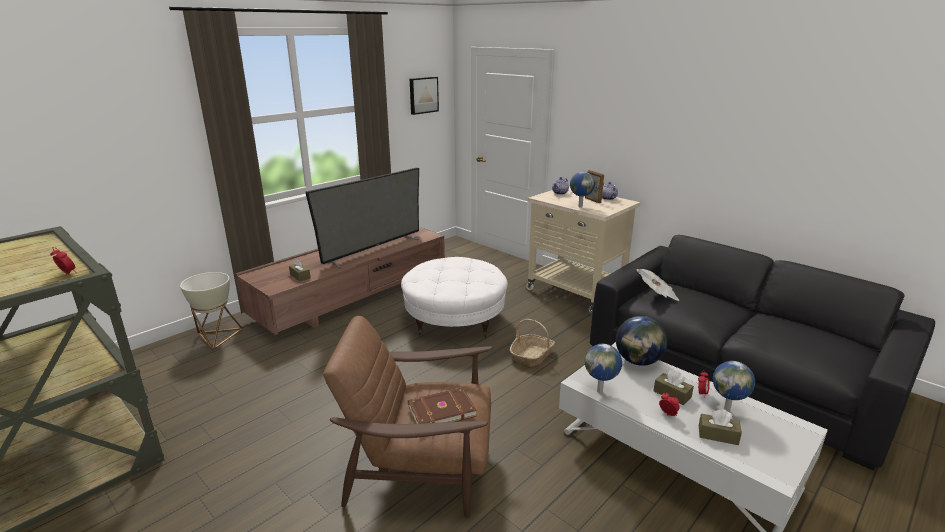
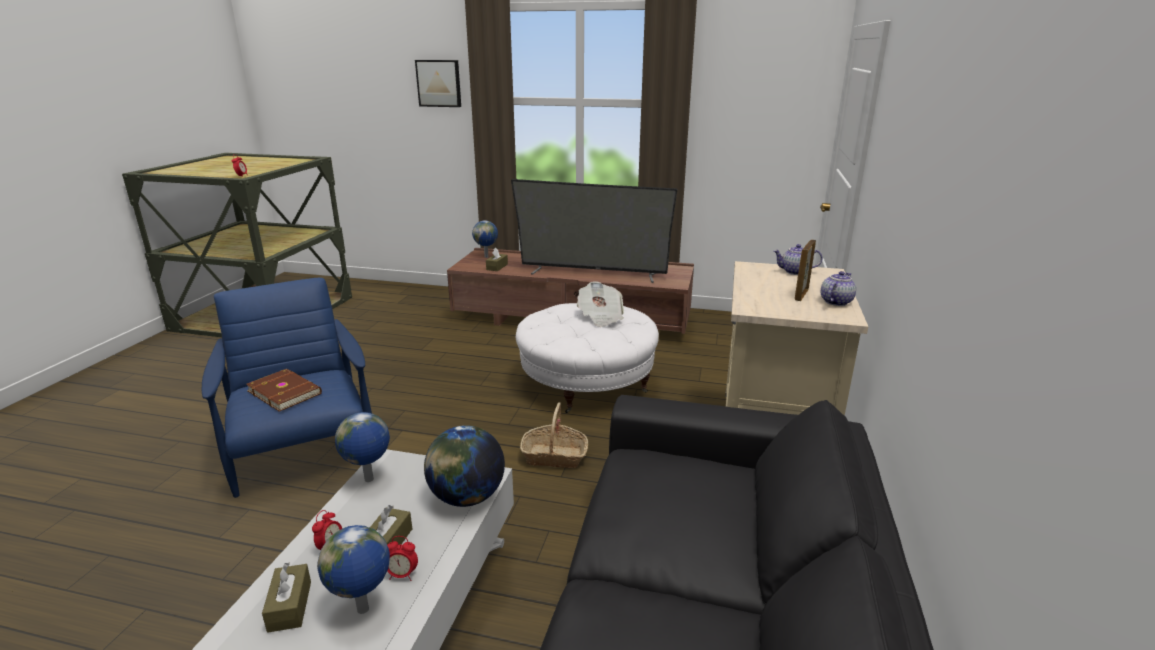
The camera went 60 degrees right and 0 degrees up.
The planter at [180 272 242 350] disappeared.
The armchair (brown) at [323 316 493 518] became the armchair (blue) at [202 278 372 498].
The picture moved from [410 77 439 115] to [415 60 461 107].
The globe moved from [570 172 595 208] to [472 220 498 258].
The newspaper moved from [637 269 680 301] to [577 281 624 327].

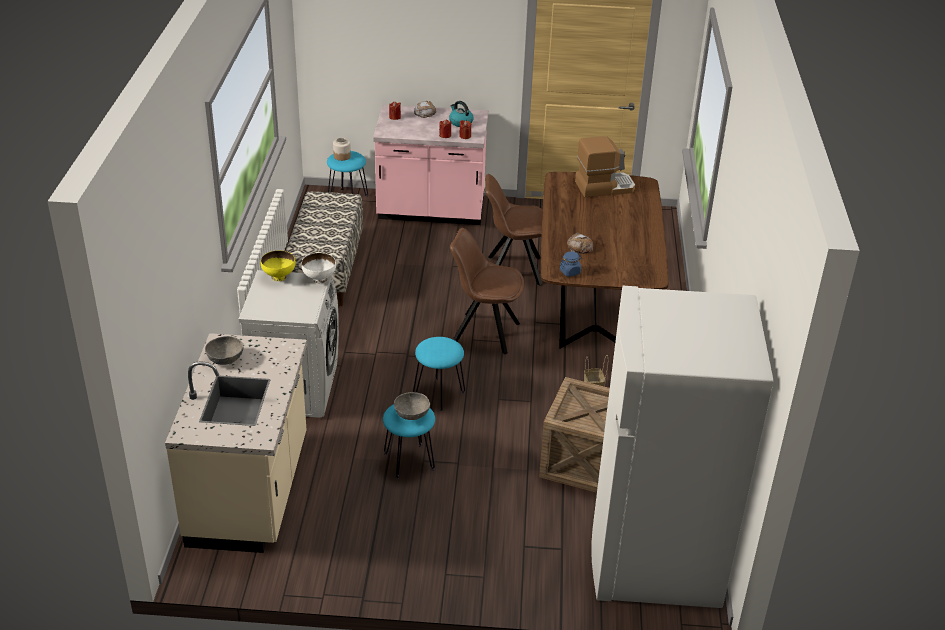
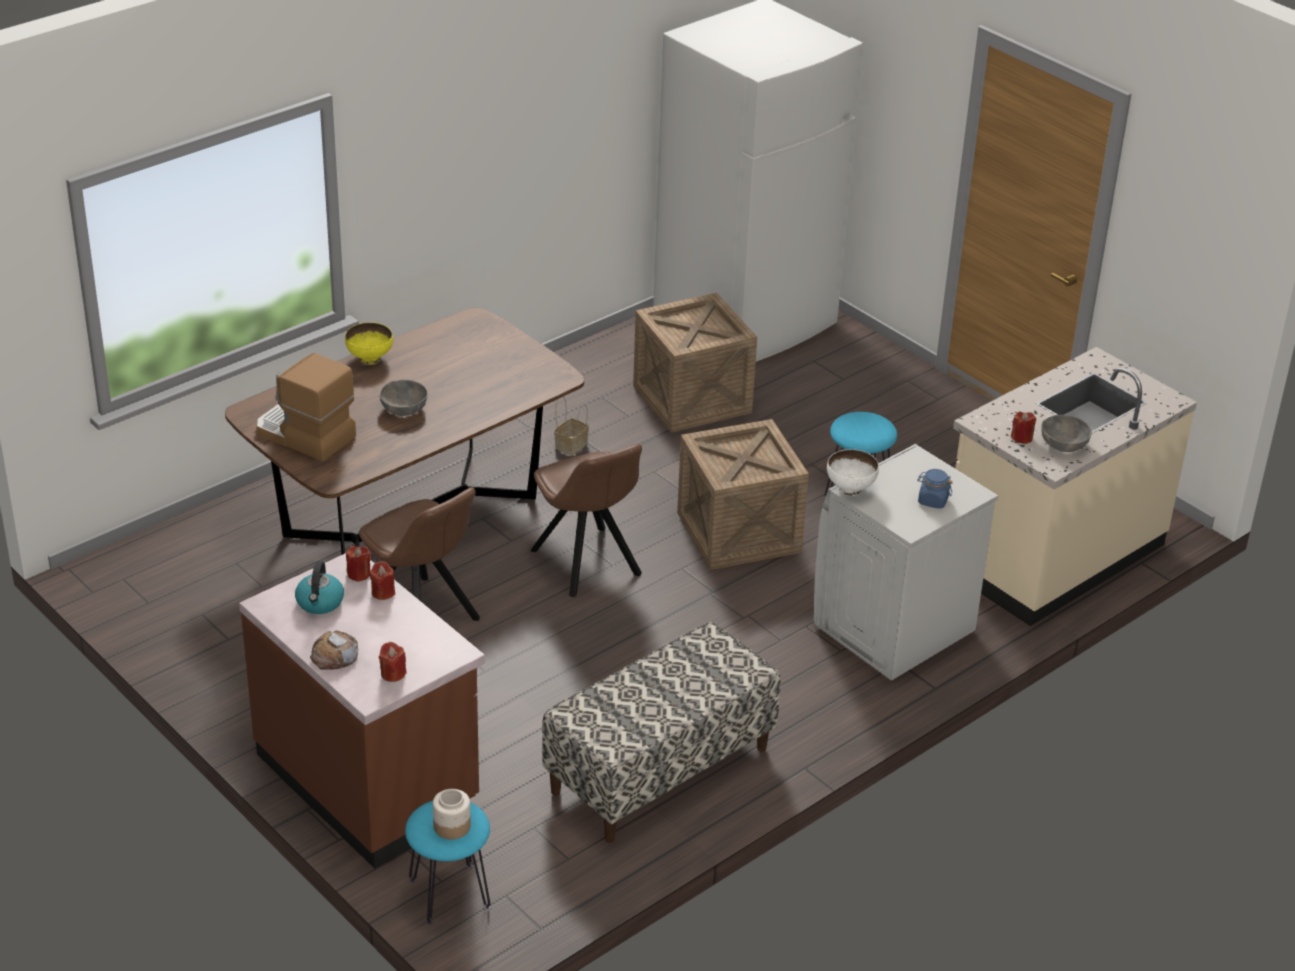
The camera went 135 degrees left and 0 degrees up.
The bowl (yellow) moved from [261 250 296 281] to [345 322 393 365].
The counter (pink) at [373 104 488 225] became the counter (brown) at [239 553 485 869].
The bowl (grey) moved from [394 392 430 420] to [379 380 428 416].
The stool (turquoise) at [413 337 465 411] was replaced by the crate at [677 419 809 570].
The jar (blue) moved from [560 251 582 277] to [917 469 952 509].
The bread at [567 233 593 254] disappeared.
The candle (red) at [1011 412 1036 444] appeared.

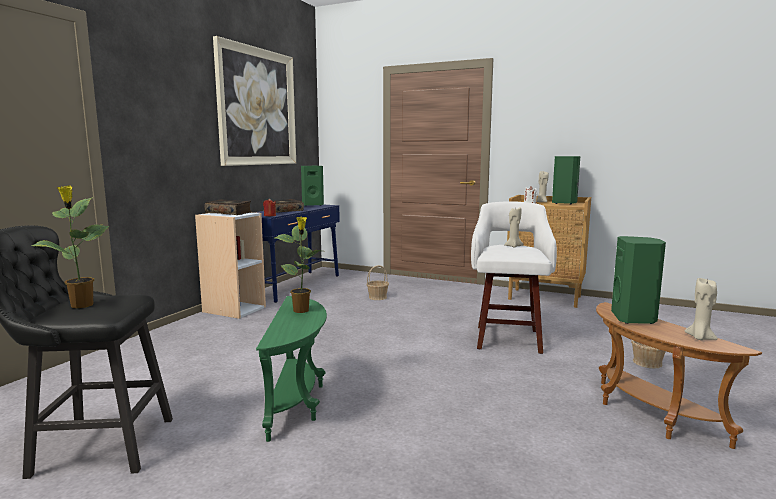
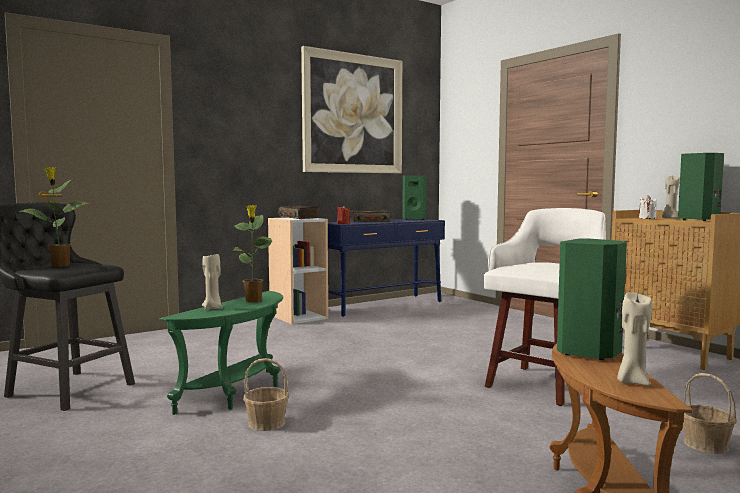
The camera went 30 degrees right and 5 degrees down.
The basket moved from [366 265 389 300] to [243 358 289 431].
The candle (beige) moved from [504 207 524 248] to [202 254 222 310].

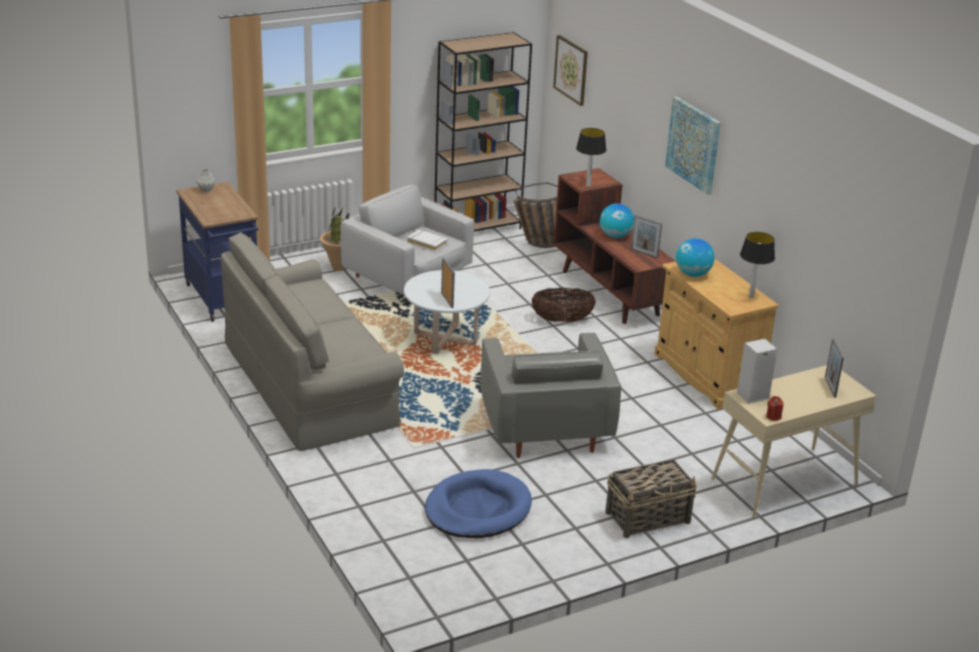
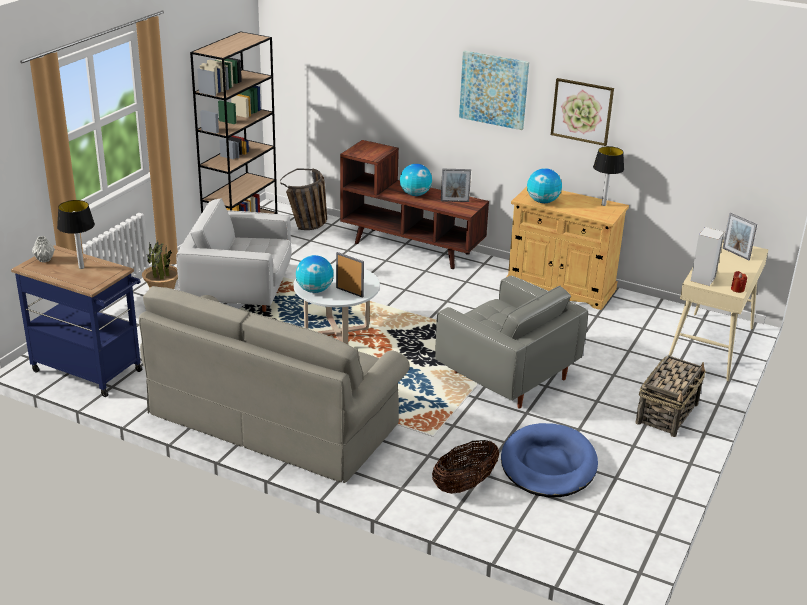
The camera went 35 degrees left and 0 degrees up.
The book (white) at [407 230 447 252] disappeared.
The basket moved from [531 287 596 322] to [432 440 499 494].
The picture moved from [553 35 588 106] to [551 78 614 146].
The table lamp moved from [576 128 606 187] to [57 200 95 269].
The globe at [296 255 334 293] appeared.

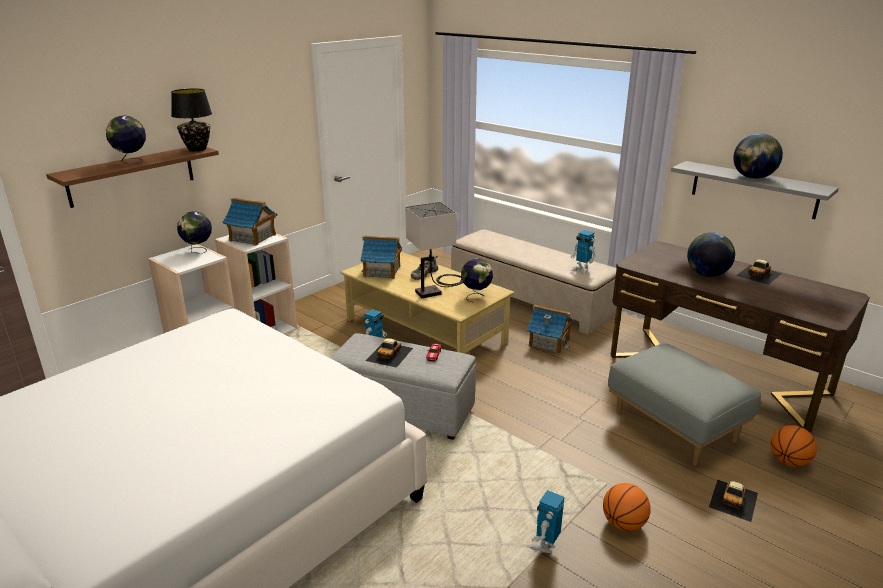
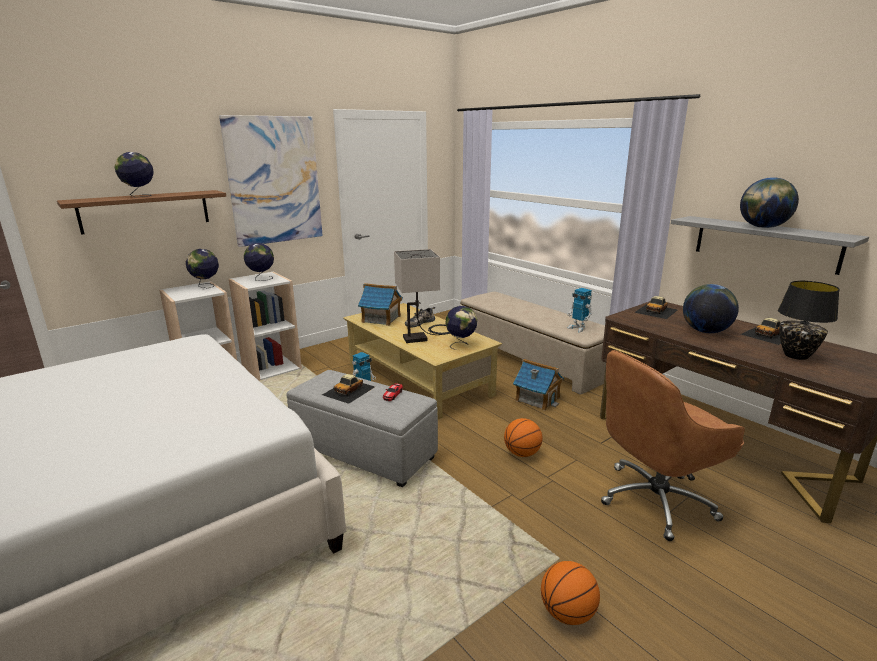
The camera went 10 degrees right and 5 degrees down.
The table lamp (black) moved from [171 89 212 152] to [778 281 840 360].
The toy house at [223 197 277 246] was replaced by the globe at [244 243 274 281].
The toy robot at [529 490 565 553] disappeared.
The ottoman (grey) at [608 343 761 466] was replaced by the office chair (brown) at [601 350 745 541].
The toy car moved from [709 480 758 522] to [634 296 678 319].
The basketball moved from [771 425 817 467] to [504 418 542 457].
The picture at [219 115 323 247] appeared.

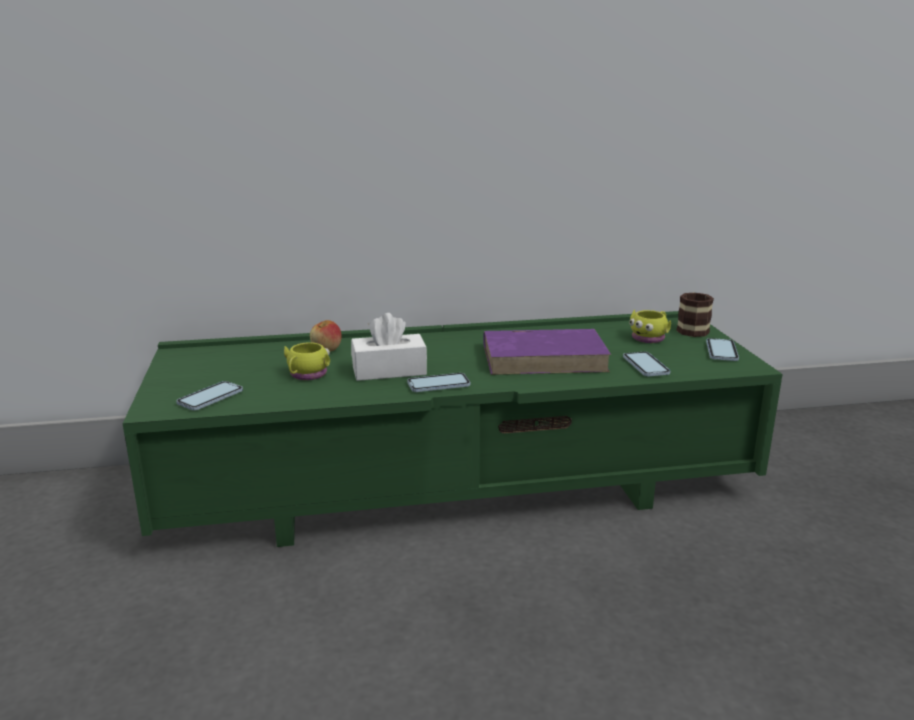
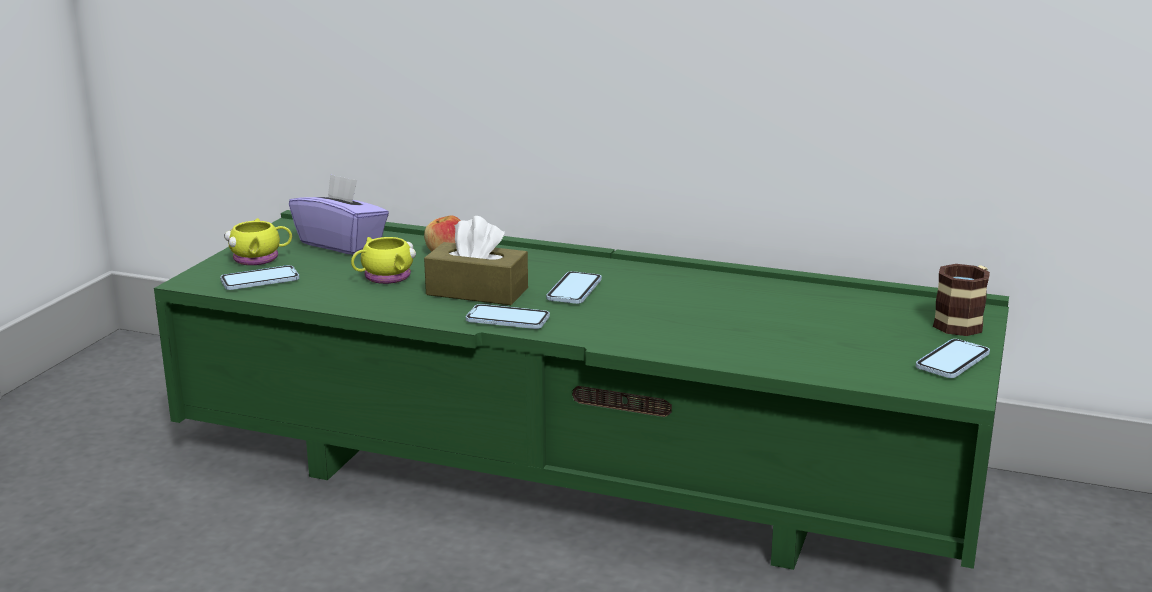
The camera went 30 degrees right and 0 degrees up.
The tissue box (white) at [351 313 427 381] became the tissue box (brown) at [424 216 528 305].
The book (purple) at [483 329 611 375] disappeared.
The phone moved from [623 352 671 377] to [546 271 602 304].
The mug (yellow) moved from [629 310 671 343] to [224 218 292 265].
The tissue box (purple) at [289 174 389 255] appeared.

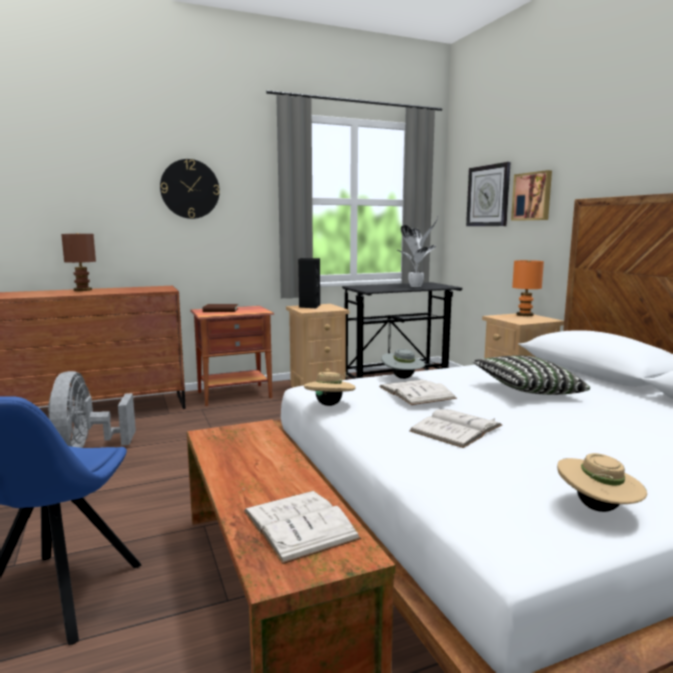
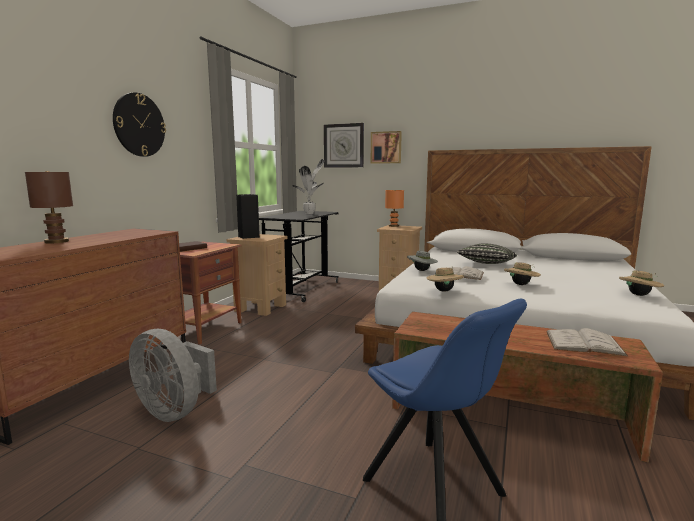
The camera went 45 degrees left and 0 degrees up.
The book (white) at [409 409 502 448] was replaced by the hat (beige) at [504 262 541 285].

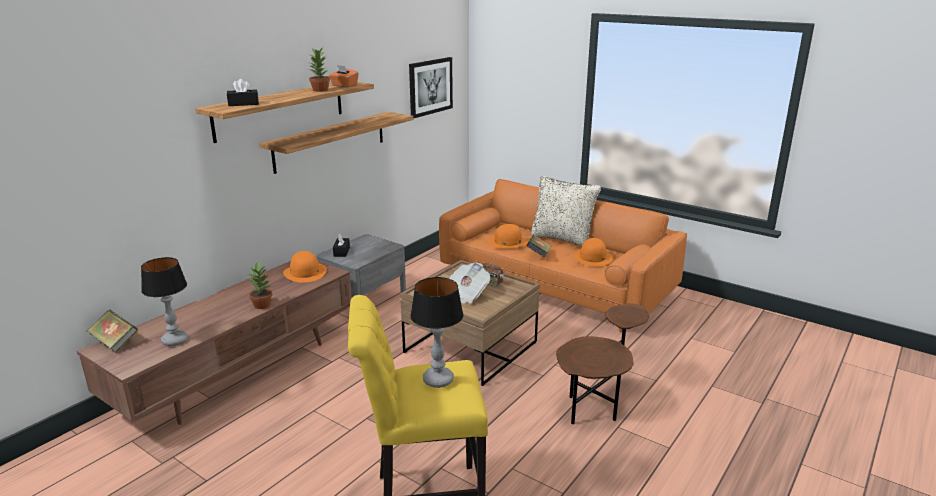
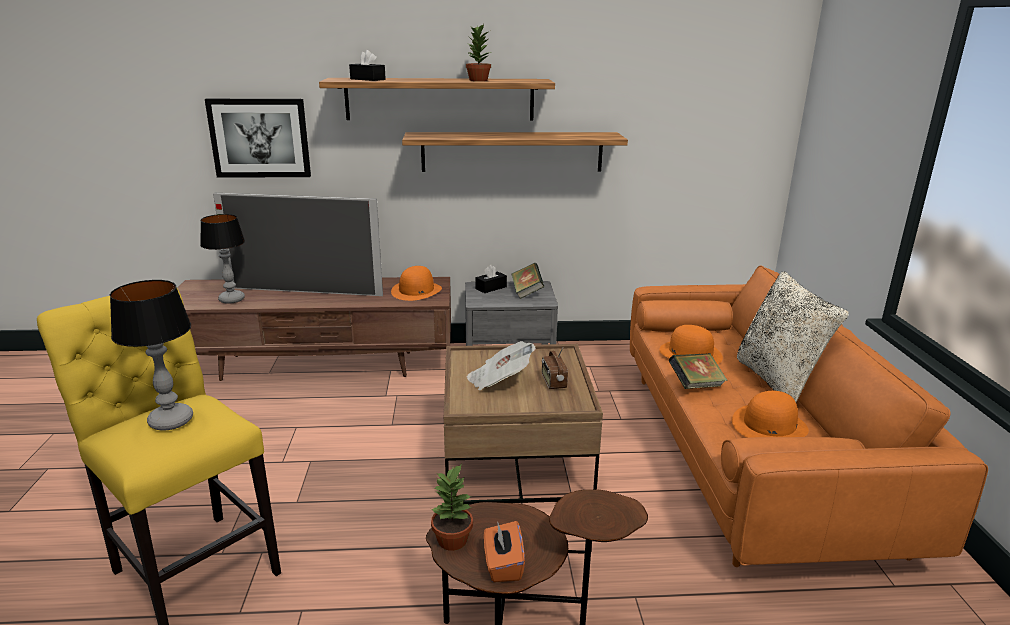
The camera went 50 degrees right and 0 degrees up.
The book moved from [87 310 138 353] to [512 263 544 299].
The potted plant moved from [248 262 272 309] to [431 465 473 551].
The tissue box (orange) moved from [329 65 359 88] to [484 521 525 582].
The picture moved from [409 57 453 118] to [205 99 311 178].
The television at [213 193 383 296] appeared.

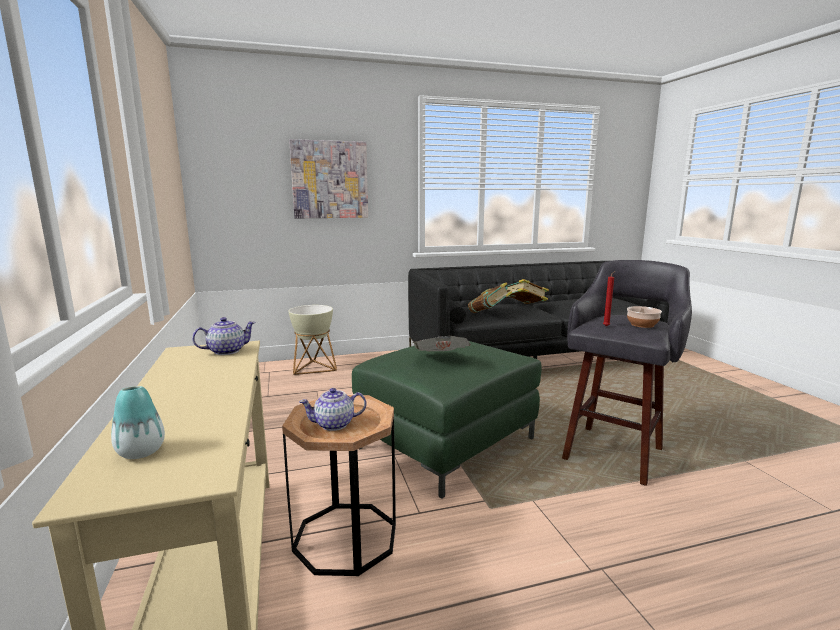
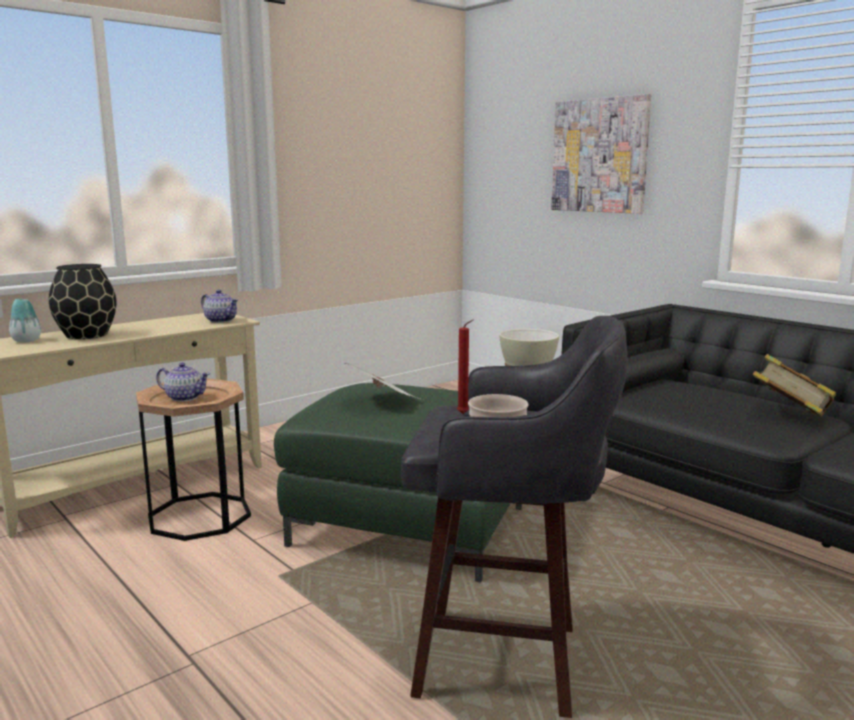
The camera went 65 degrees right and 0 degrees up.
The teapot at [299 388 367 431] turned 150 degrees clockwise.
The book at [468 282 512 313] disappeared.
The vase (black) at [49 264 117 339] appeared.

